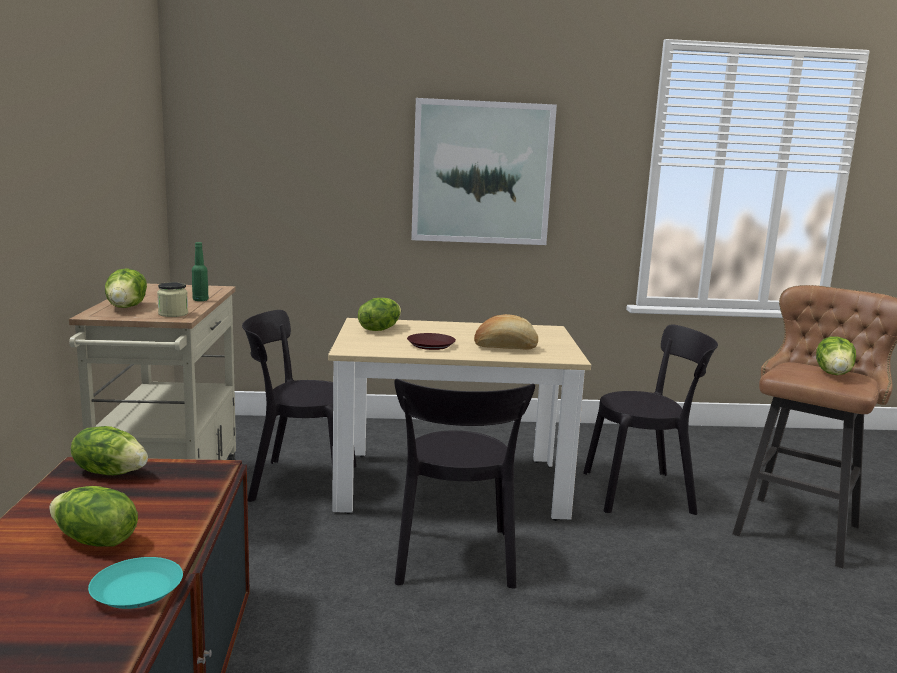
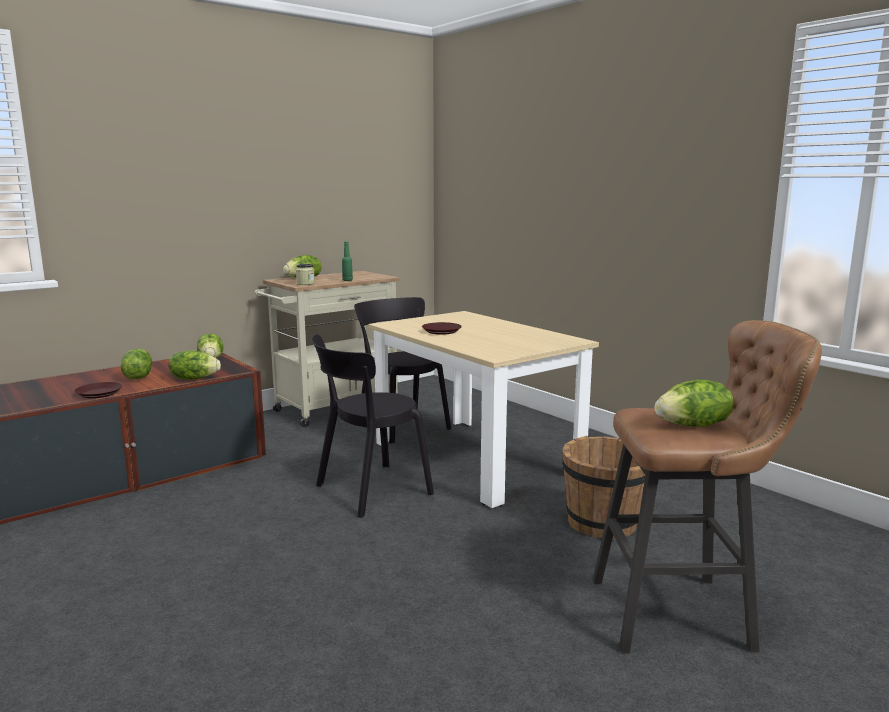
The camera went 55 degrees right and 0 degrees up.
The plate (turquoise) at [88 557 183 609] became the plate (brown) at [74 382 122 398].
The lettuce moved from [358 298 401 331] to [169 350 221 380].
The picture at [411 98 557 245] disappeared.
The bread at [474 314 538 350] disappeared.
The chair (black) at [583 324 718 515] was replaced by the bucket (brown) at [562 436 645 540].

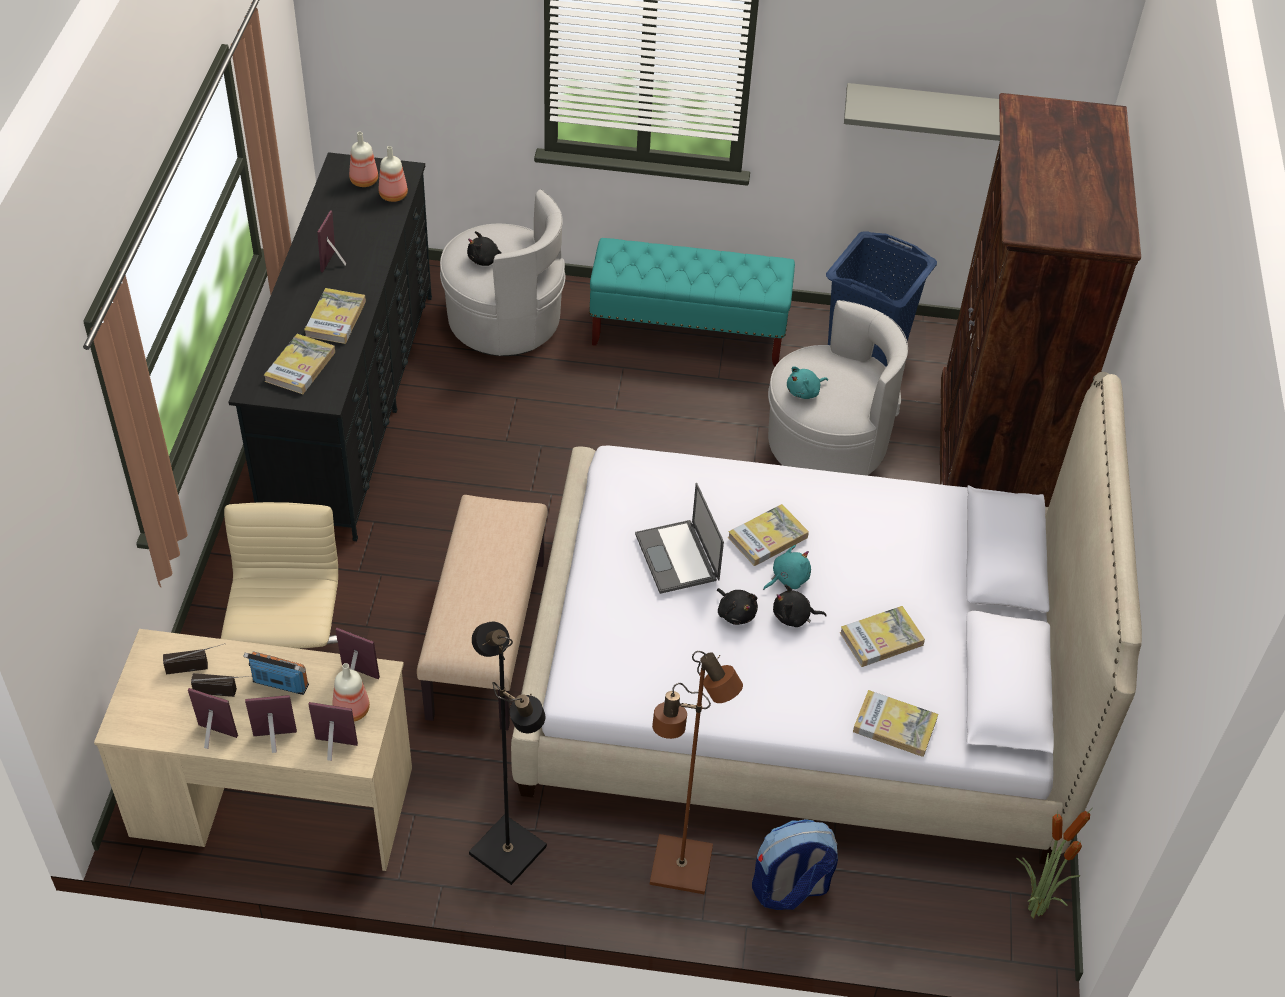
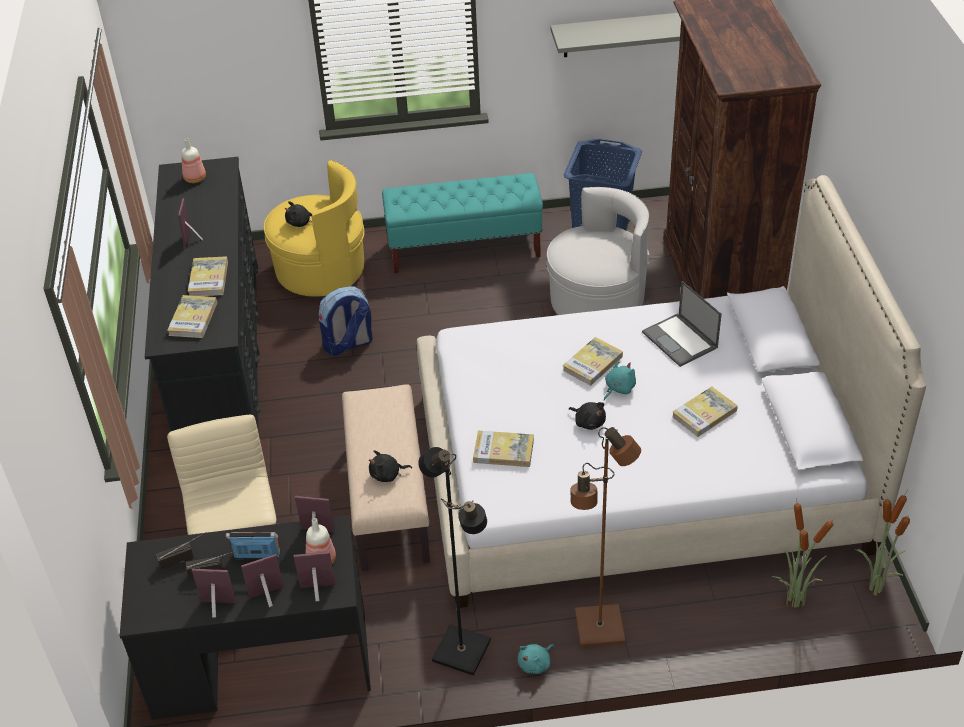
The camera went 10 degrees left and 5 degrees down.
The desk (beige) at [94 629 412 871] became the desk (black) at [120 515 371 720].
The bottle at [379 146 408 202] disappeared.
The armchair (white) at [440 189 565 356] became the armchair (yellow) at [264 160 364 298].
The laptop moved from [635 483 724 594] to [642 281 722 367].
The backpack moved from [752 819 838 910] to [319 286 373 356].
The plush toy (black) moved from [773 585 827 627] to [369 450 412 482].
The plush toy (turquoise) moved from [787 366 828 399] to [518 644 554 674].
The book moved from [853 690 938 757] to [473 431 534 467].
The potted plant at [772 498 834 608] appeared.

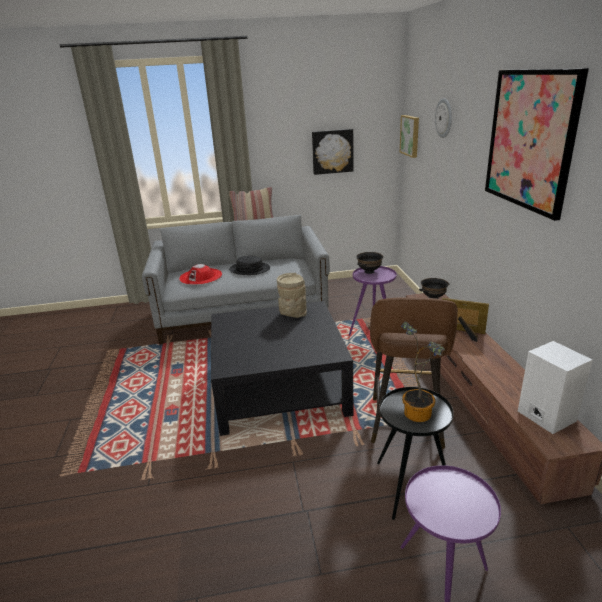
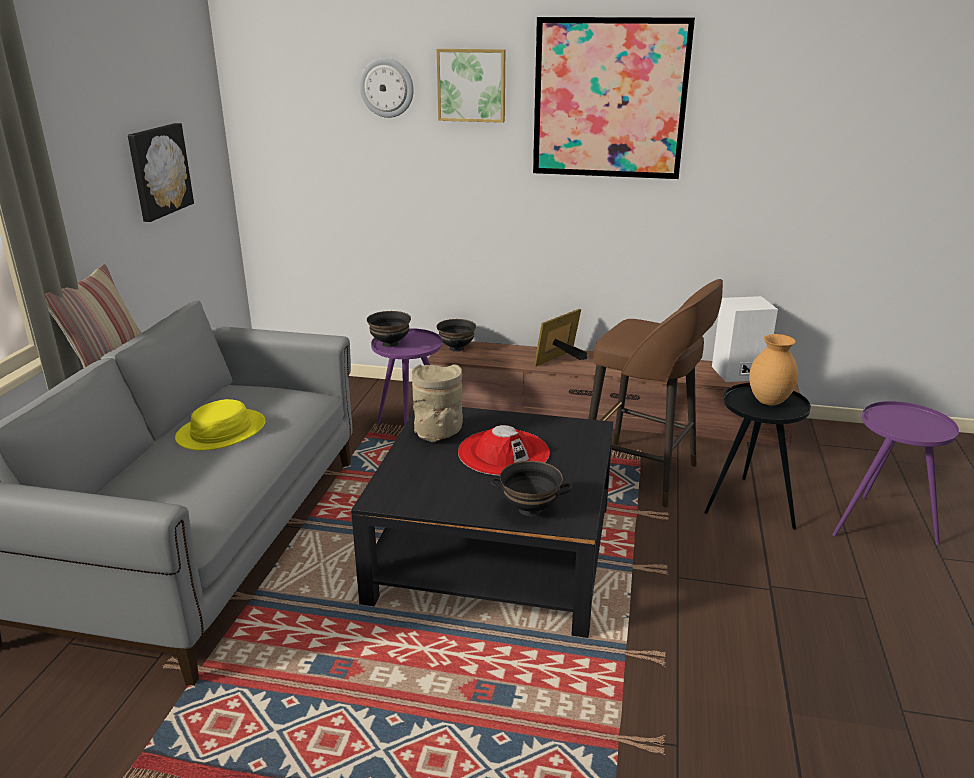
The camera went 70 degrees left and 0 degrees up.
The hat (red) moved from [179 264 222 285] to [458 425 550 476].
The hat (black) at [229 256 270 275] became the hat (yellow) at [175 399 266 451].
The picture moved from [400 115 419 158] to [437 49 505 123].
The potted plant at [401 322 445 422] was replaced by the vase (brown) at [749 334 798 406].
The bowl (black) at [490 461 572 516] appeared.

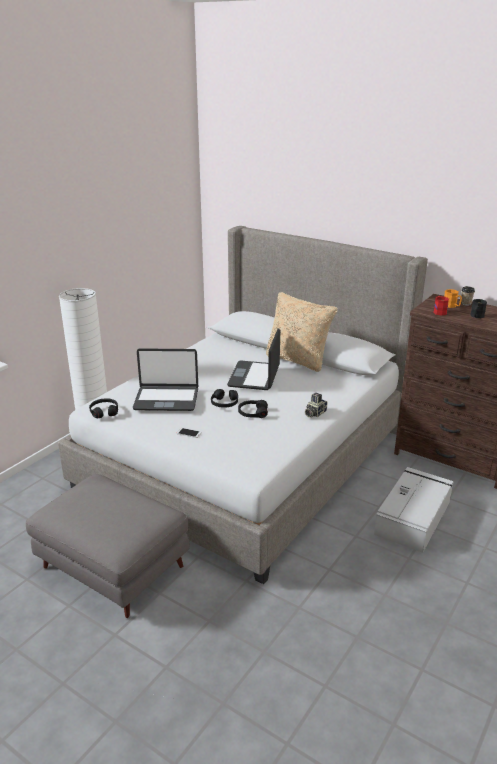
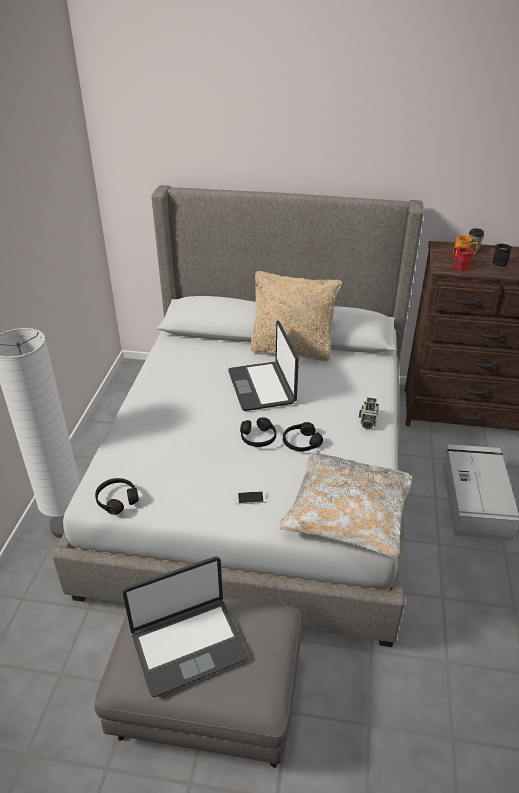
The camera went 25 degrees left and 10 degrees up.
The laptop moved from [133 348 198 411] to [123 556 248 697].
The pillow (white) at [279 453 413 557] appeared.

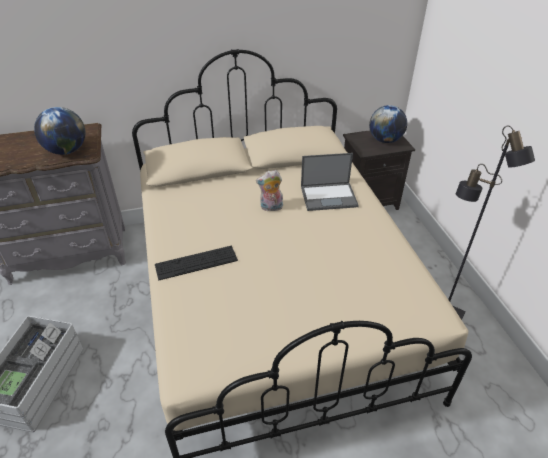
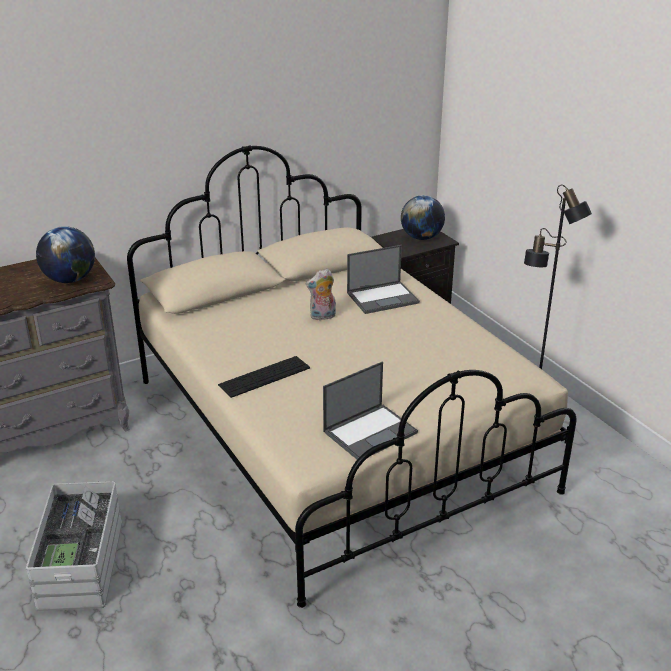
The camera went 15 degrees left and 10 degrees down.
The laptop at [323 361 418 459] appeared.

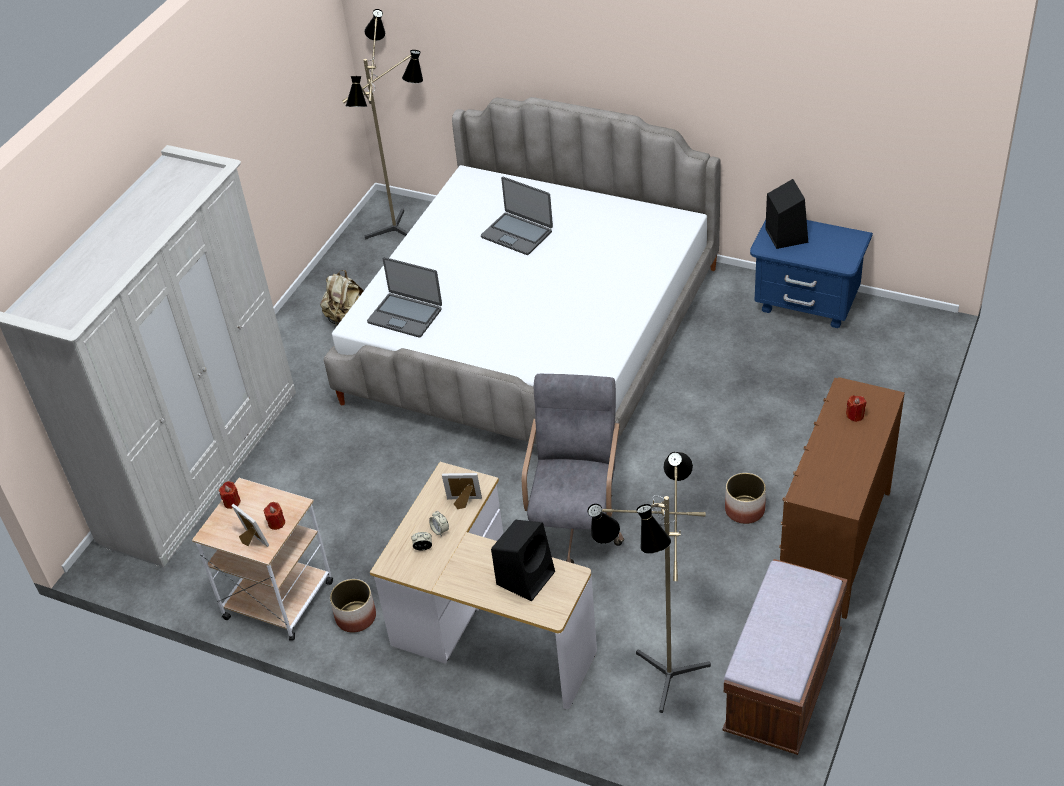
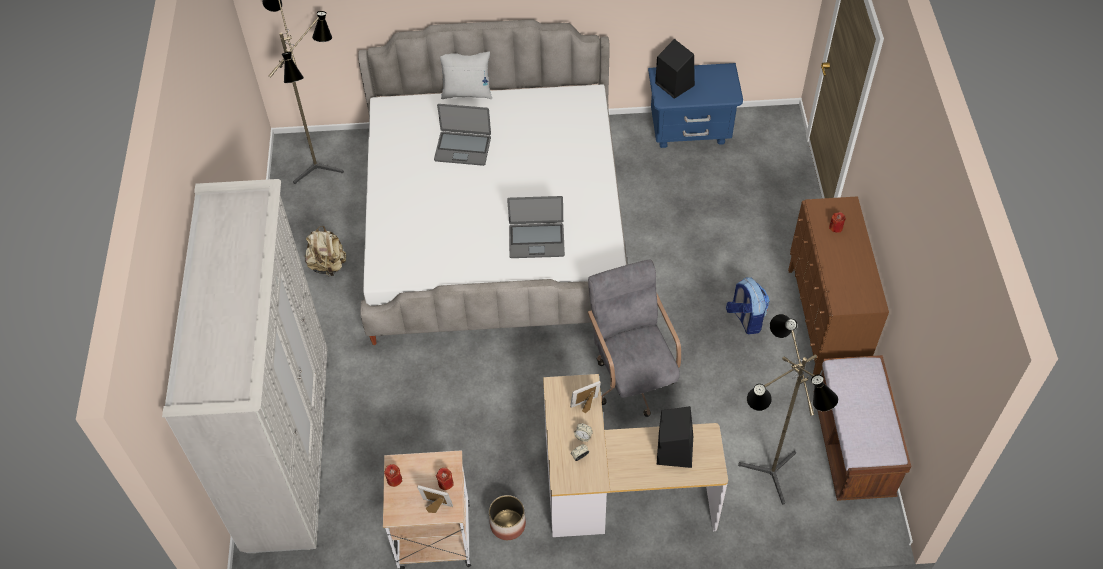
The camera went 30 degrees left and 10 degrees up.
The laptop moved from [367 257 442 338] to [507 196 565 258].
The planter at [725 473 766 524] was replaced by the backpack at [726 277 770 334].
The pillow (grey) at [440 52 492 99] appeared.

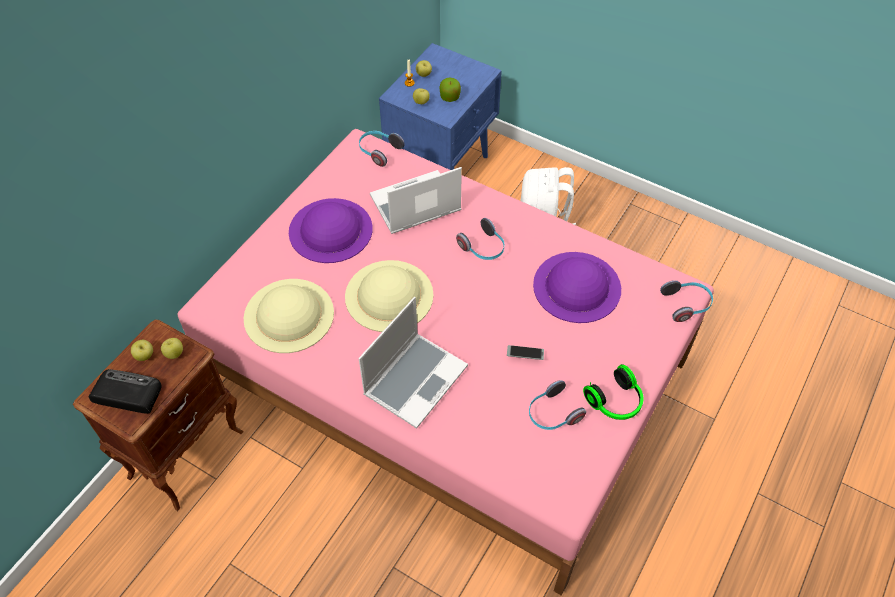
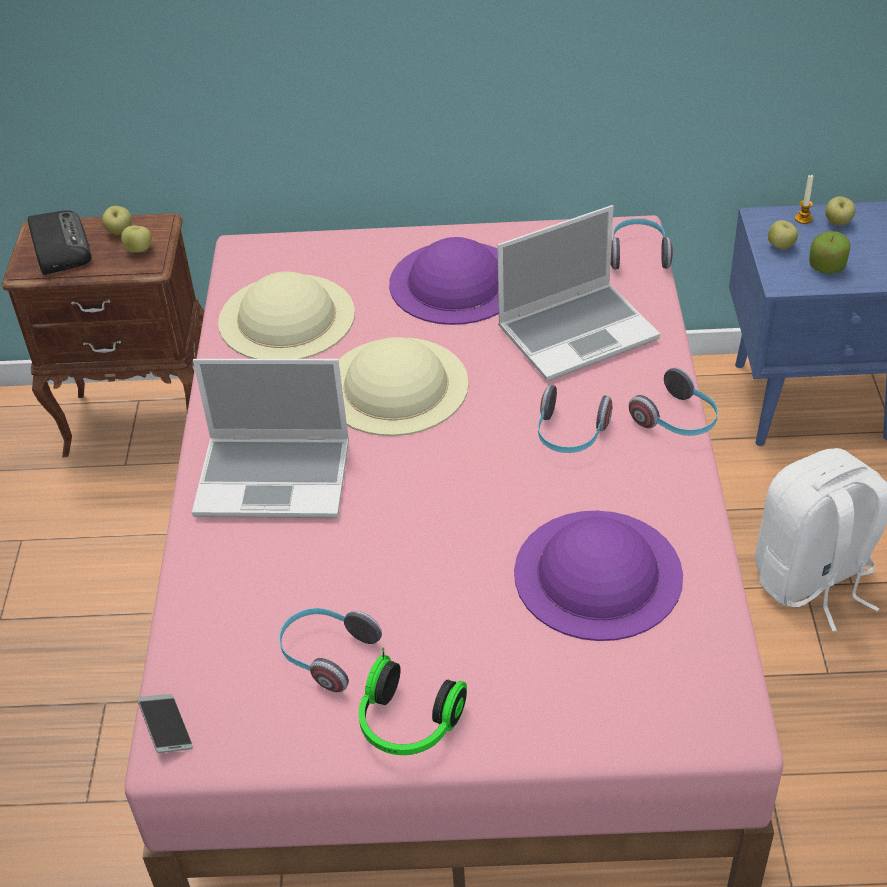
The camera went 60 degrees right and 10 degrees down.
The laptop at [370 167 462 234] turned 120 degrees clockwise.
The phone moved from [507 345 544 360] to [137 694 193 753].
The headphones moved from [660 280 713 322] to [629 368 718 436].

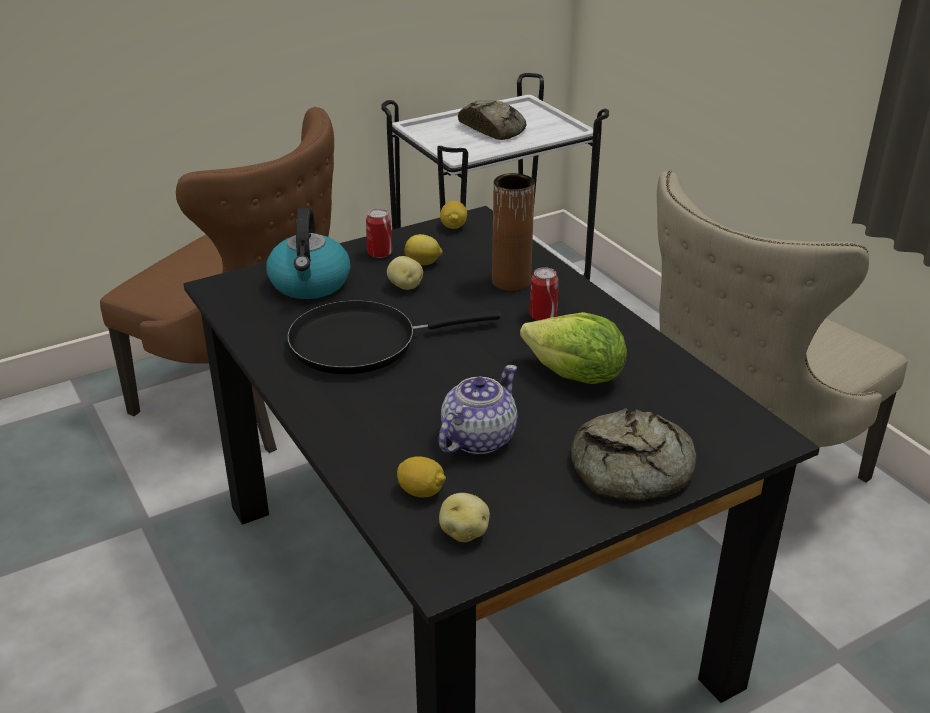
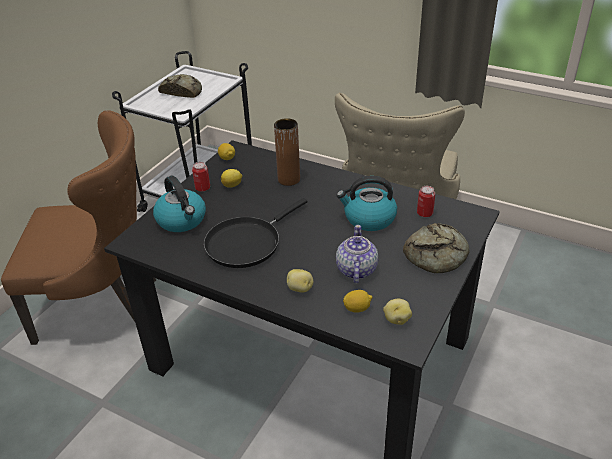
The camera went 30 degrees left and 5 degrees up.
The potato moved from [387 256 423 290] to [287 269 313 293].
The lettuce at [520 312 627 384] was replaced by the kettle at [336 176 397 231].
The can moved from [530 267 559 321] to [417 186 435 217].

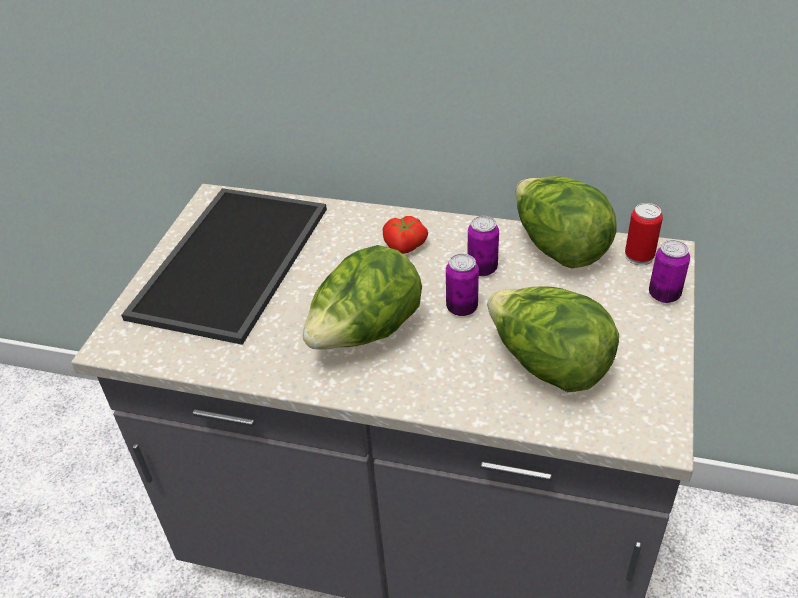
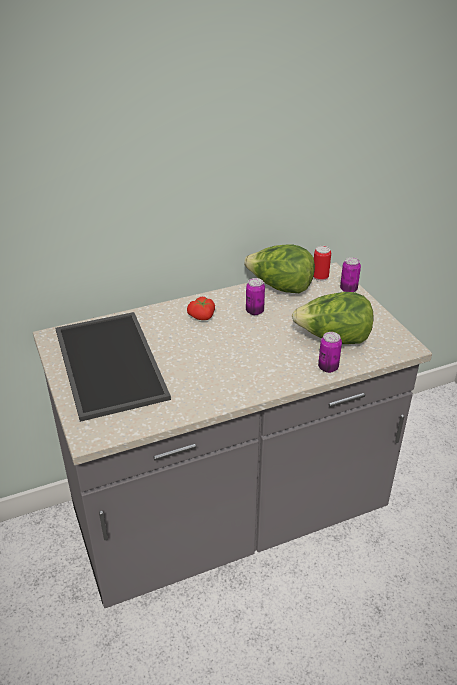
The camera went 40 degrees left and 5 degrees down.
The lettuce at [303 245 422 350] disappeared.
The can moved from [446 254 479 316] to [318 332 342 373].

